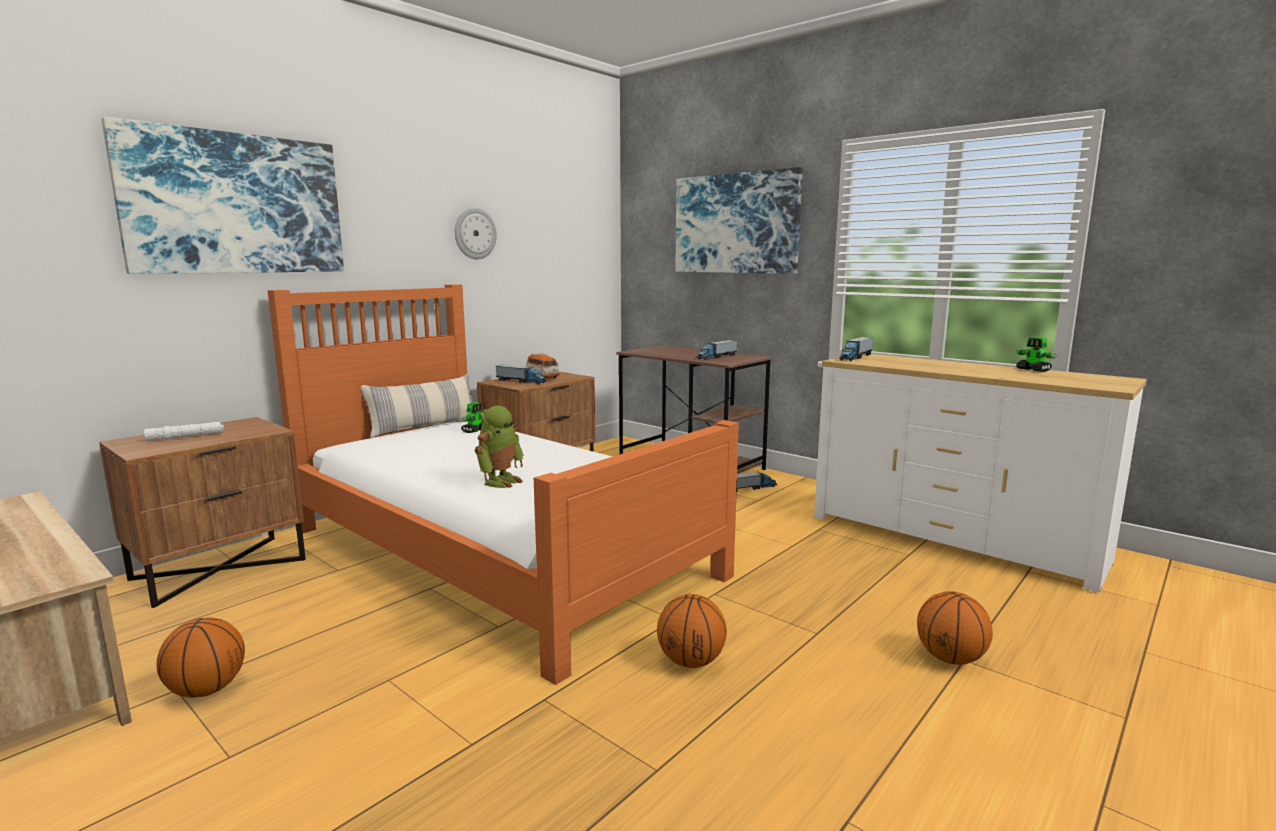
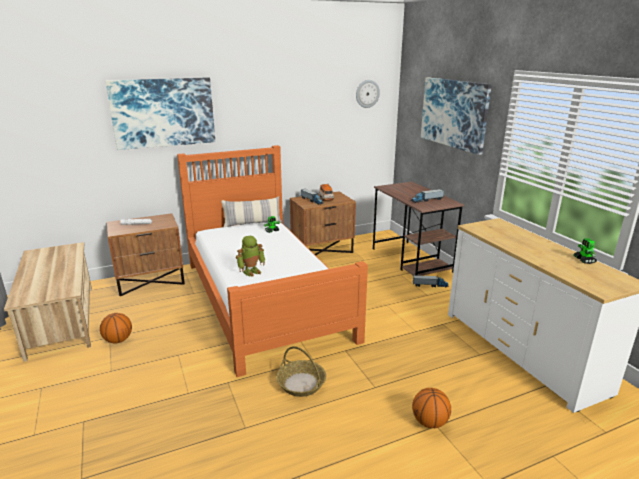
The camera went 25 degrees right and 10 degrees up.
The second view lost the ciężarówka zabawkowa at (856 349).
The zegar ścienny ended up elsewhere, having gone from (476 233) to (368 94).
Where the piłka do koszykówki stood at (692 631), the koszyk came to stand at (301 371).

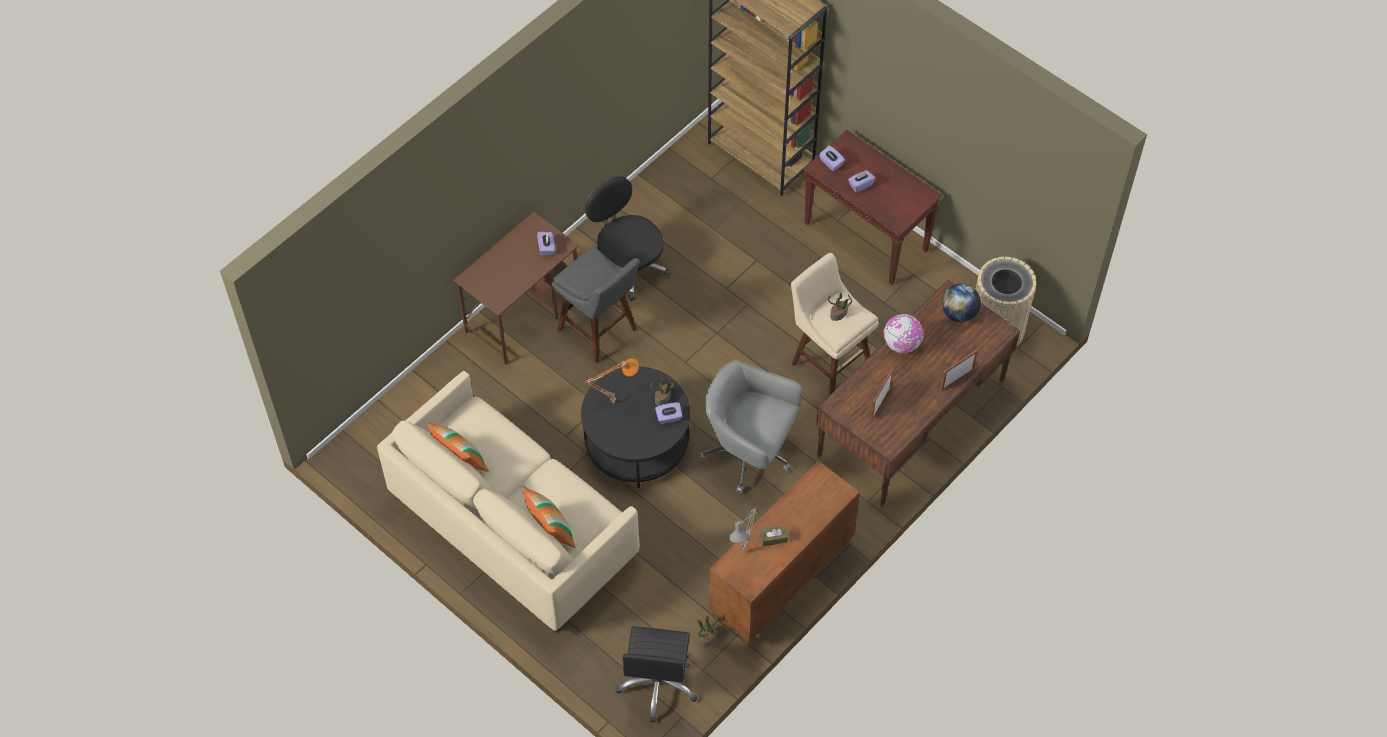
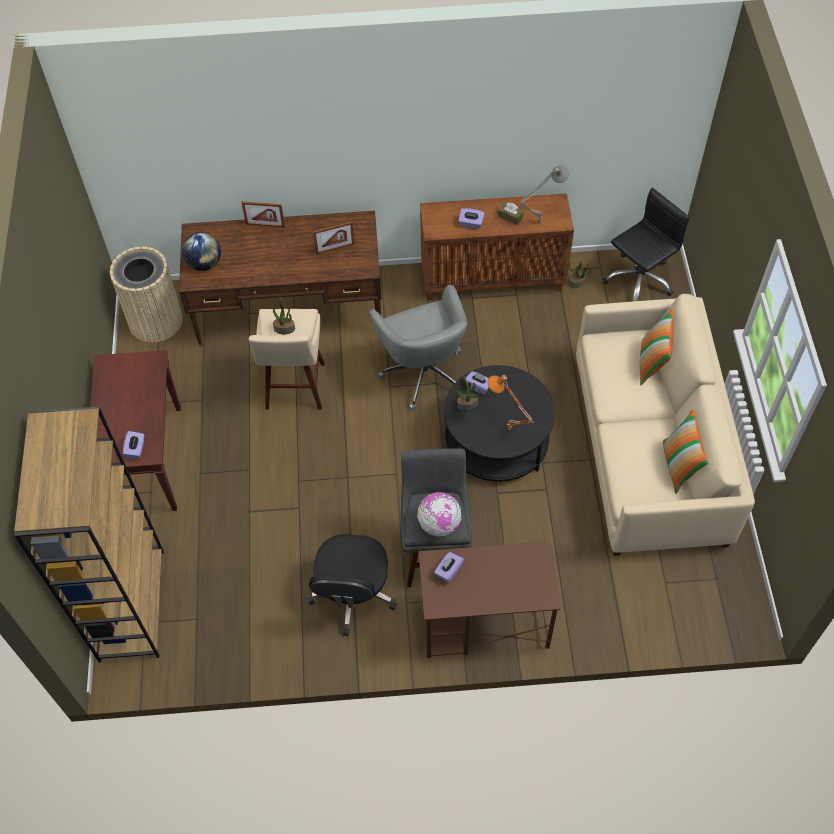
The camera went 135 degrees left and 0 degrees up.
The pudełko chusteczek/fioletowy ended up elsewhere, having gone from (861 181) to (471 218).
The globus ended up elsewhere, having gone from (904 333) to (439 514).

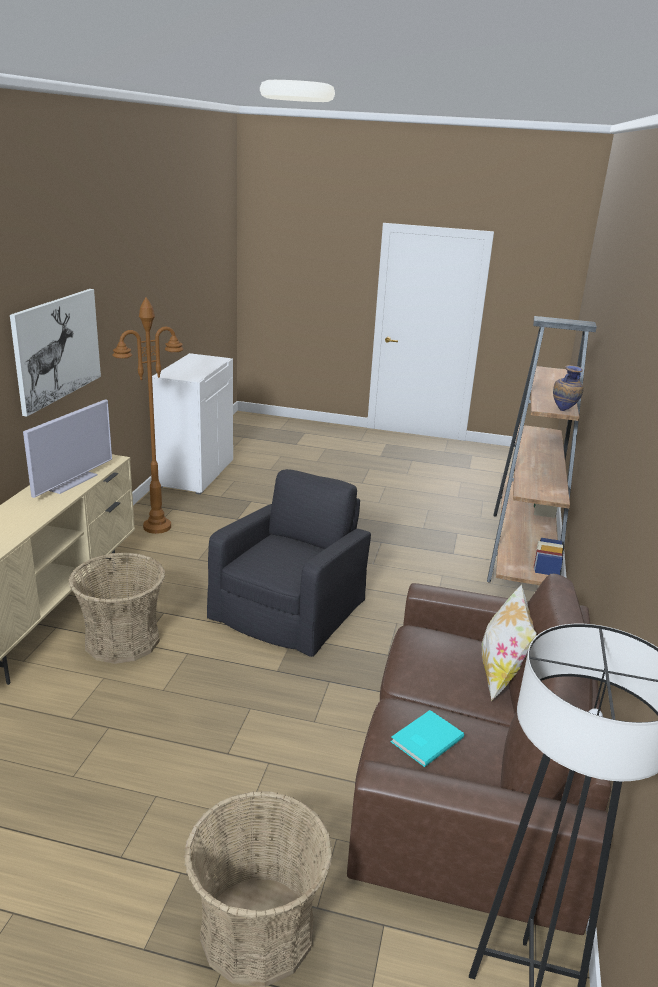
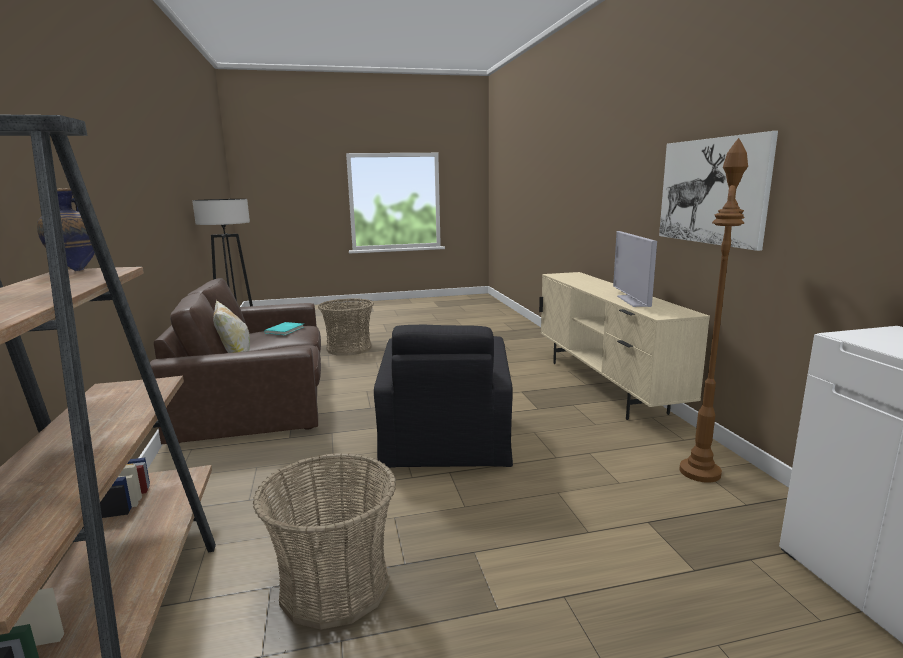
The camera went 155 degrees right and 10 degrees down.
The koszyk ended up elsewhere, having gone from (117 608) to (324 541).

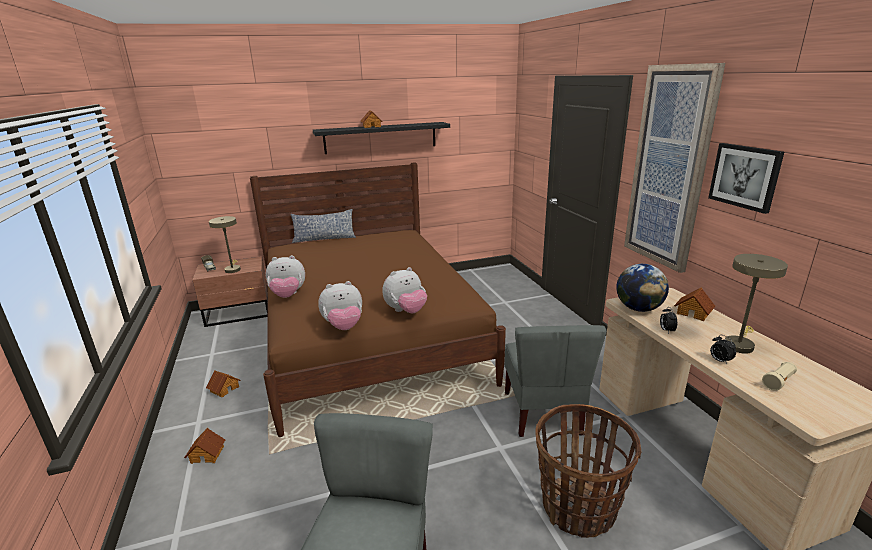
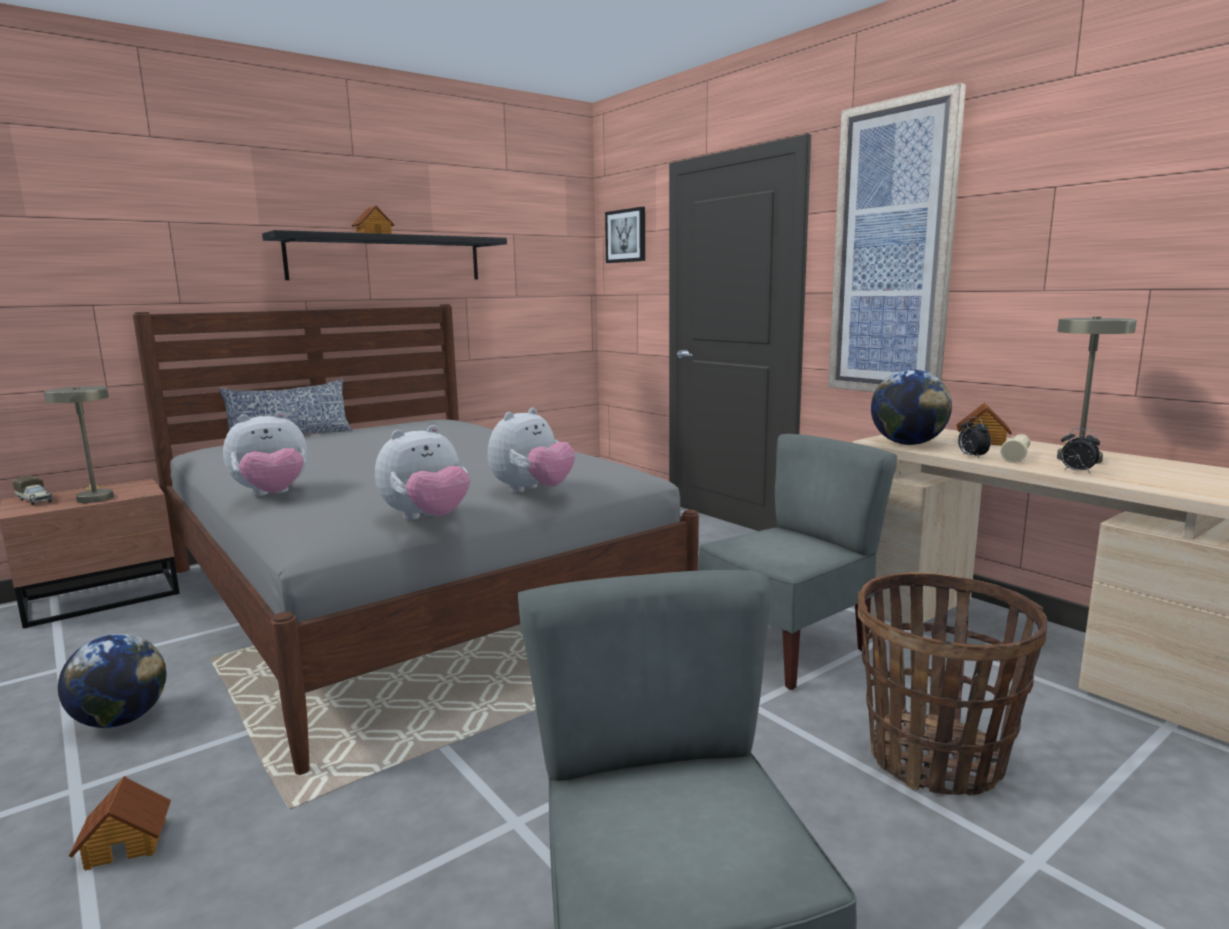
The camera went 20 degrees left and 10 degrees down.
The obraz ended up elsewhere, having gone from (746 178) to (625 235).
The latarka/beżowy ended up elsewhere, having gone from (779 376) to (1015 448).
Where the domek stood at (223 384), the globus came to stand at (112 681).
What was the łóżko/brązowy at (378 300) turned into the łóżko/szary at (416 539).
The krzesło/szary at (555 381) ended up facing another way, 105 degrees counterclockwise from before.

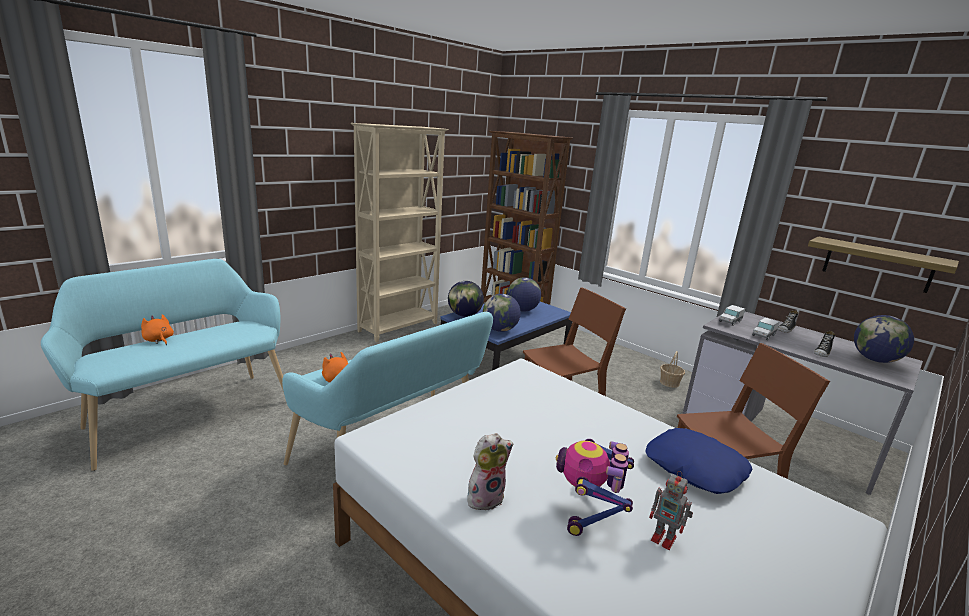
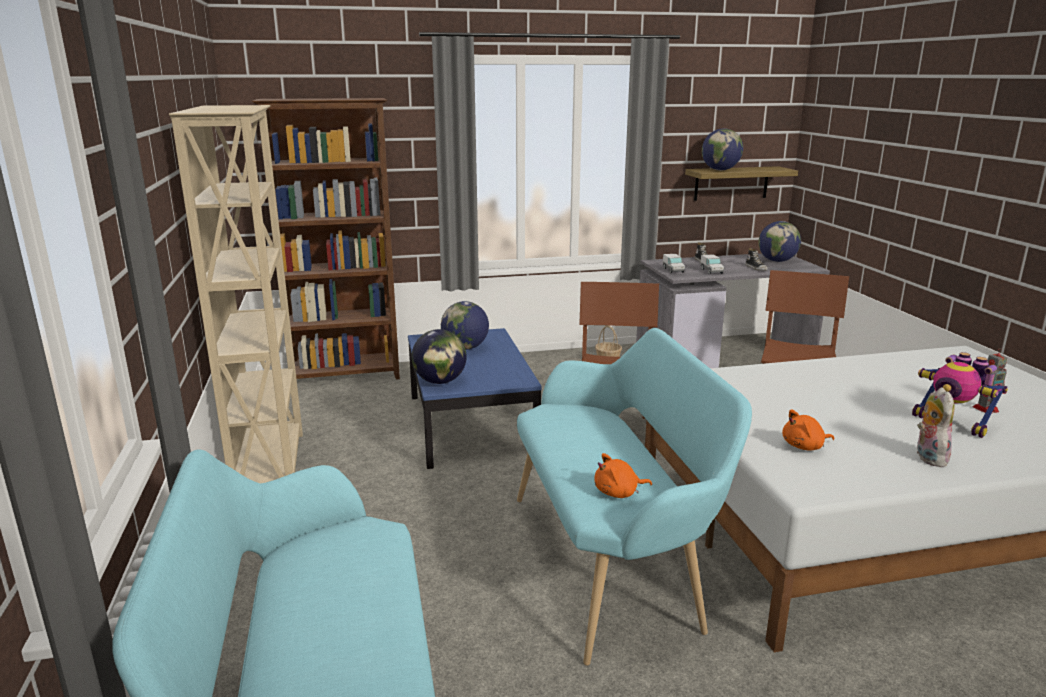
The camera went 55 degrees left and 0 degrees up.
The second view lost the poduszka/niebieski at (699 461).
The pluszak/pomarańczowy ended up elsewhere, having gone from (157 329) to (808 430).
The globus ended up elsewhere, having gone from (502 313) to (722 149).

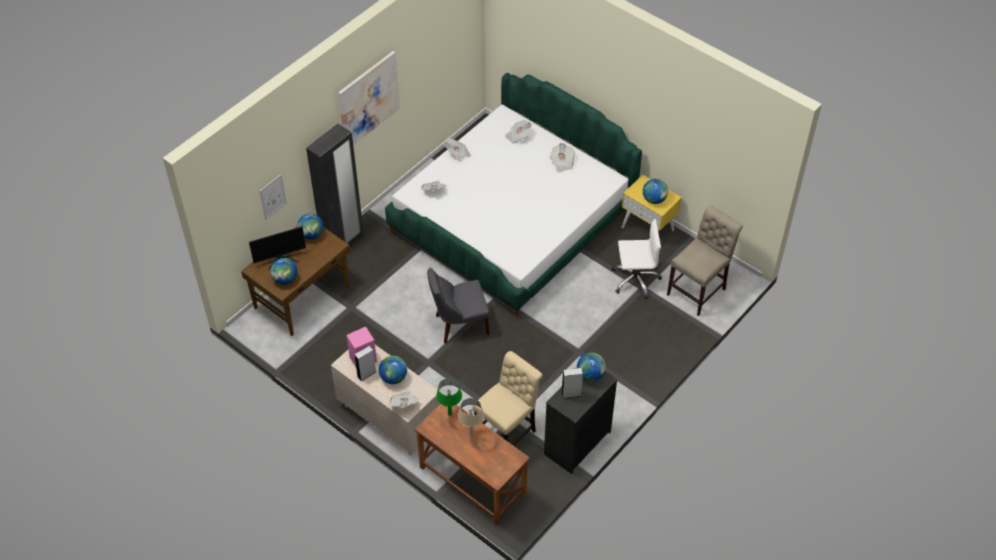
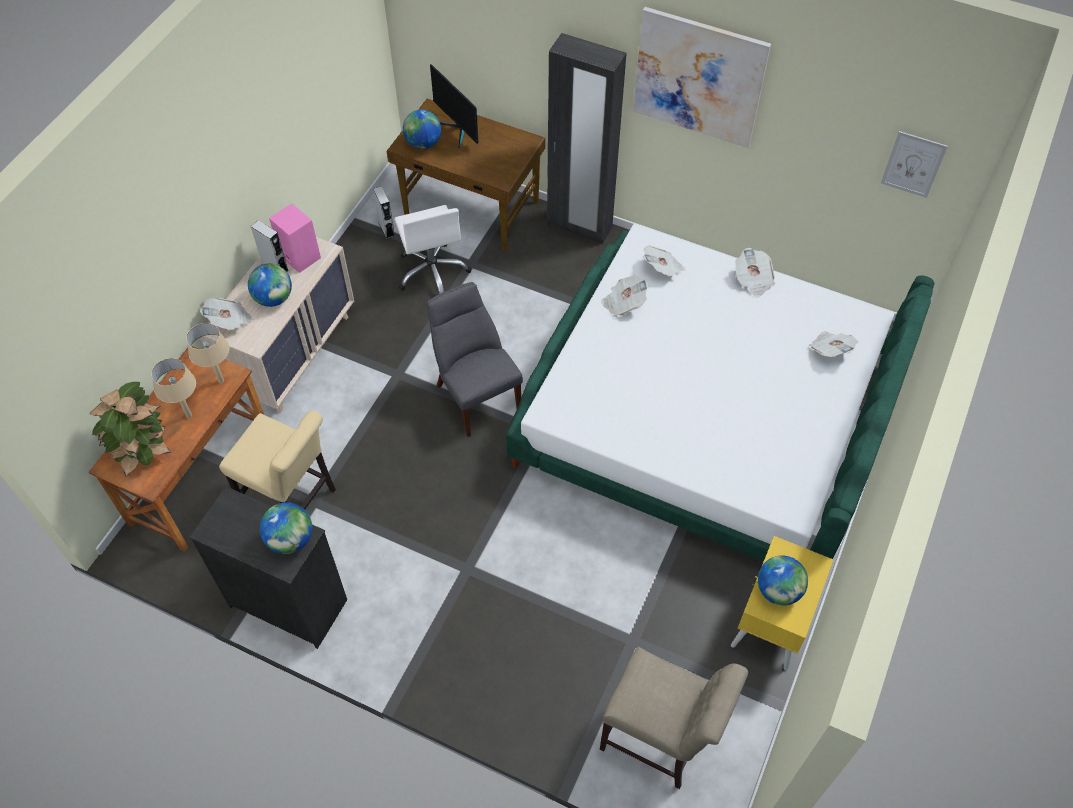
The camera went 75 degrees right and 5 degrees up.
The second view lost the globus at (310 226).
The second view gained the roślina doniczkowa at (130 429).
The obraz ended up elsewhere, having gone from (273 197) to (914 164).
The gazeta ended up elsewhere, having gone from (562 157) to (625 296).
The głośnik/szary ended up elsewhere, having gone from (572 383) to (384 212).
The krzesło biurowe/biały ended up elsewhere, having gone from (637 259) to (432 249).
What was the lampa stołowa/zielony at (449 397) turned into the lampa stołowa/beżowy at (207 353).

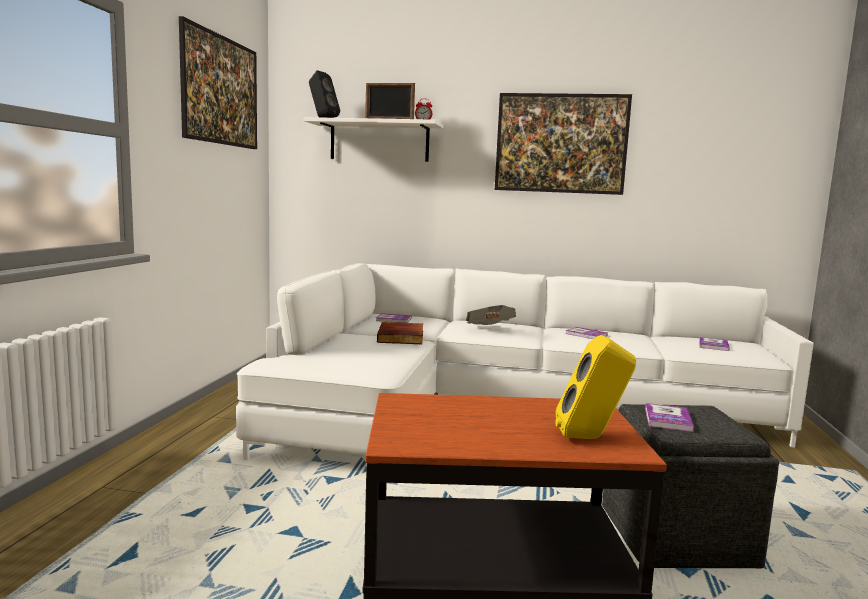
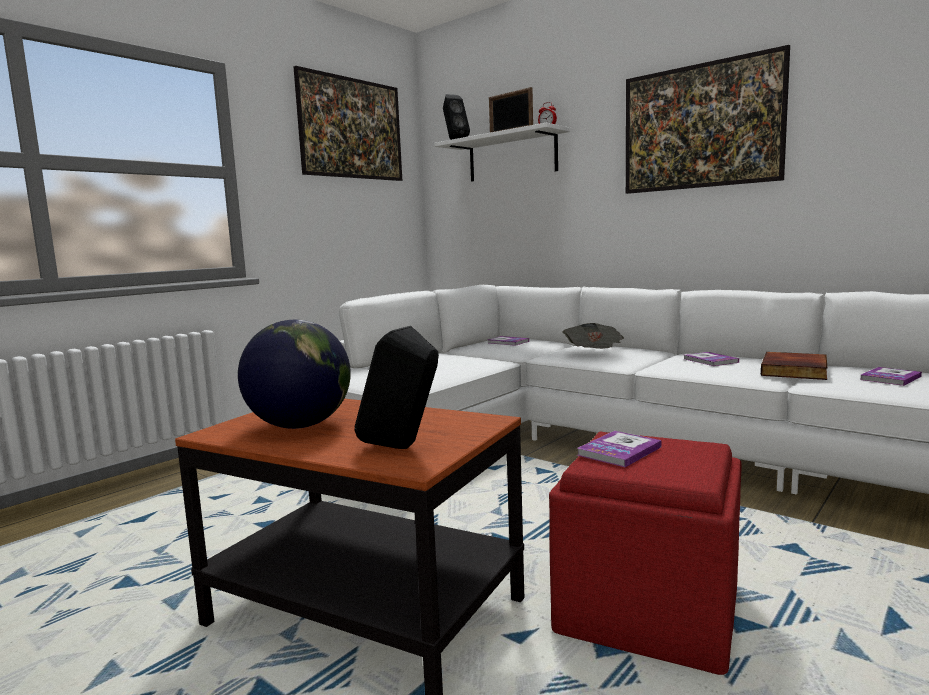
The camera went 30 degrees right and 0 degrees up.
The second view gained the globus at (294 374).
The książka ended up elsewhere, having gone from (400 333) to (794 366).
What was the głośnik/żółty at (596 387) turned into the głośnik/czarny at (396 387).
What was the pufa/szary at (690 486) turned into the pufa/czerwony at (645 553).

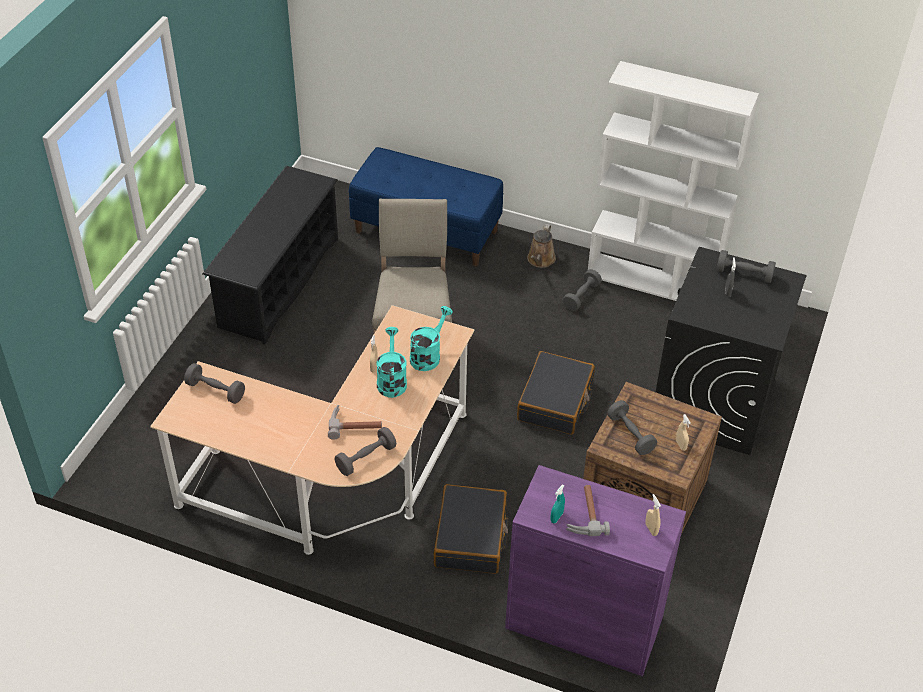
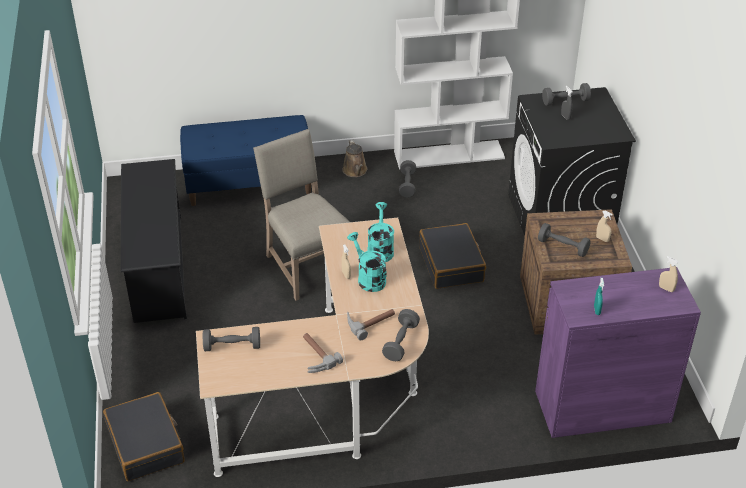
The camera went 30 degrees left and 5 degrees down.
The walizka/czarny ended up elsewhere, having gone from (471 529) to (143 436).
The młotek ended up elsewhere, having gone from (588 510) to (323 353).

